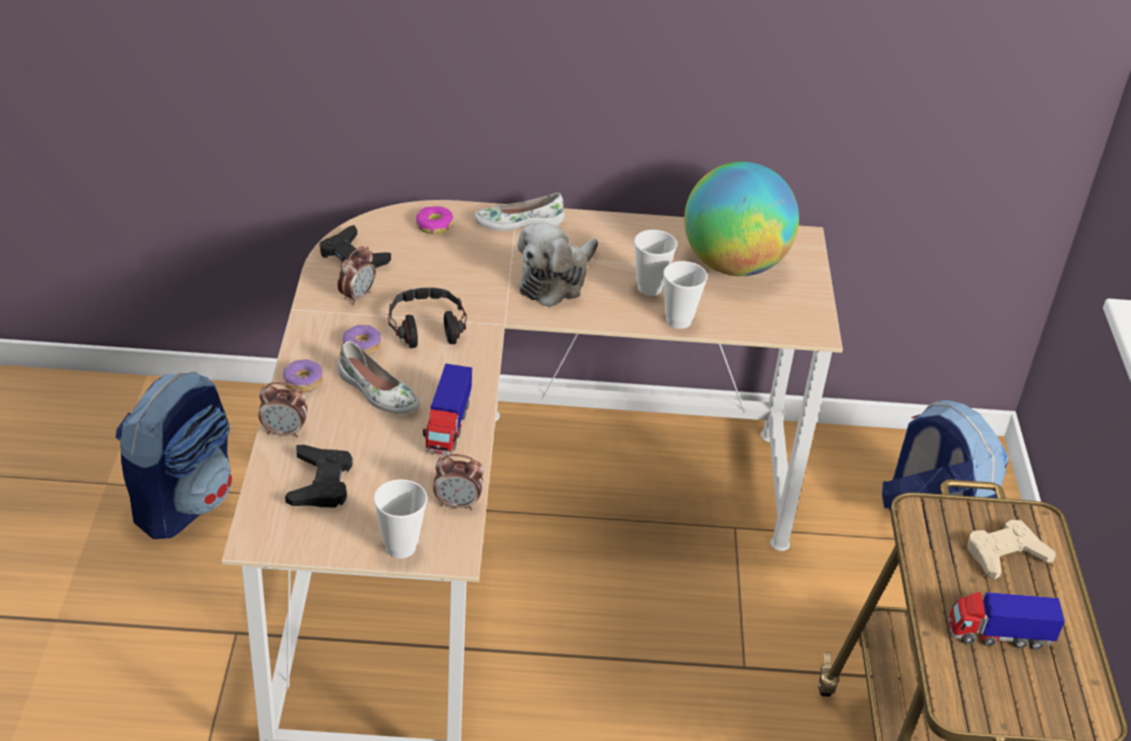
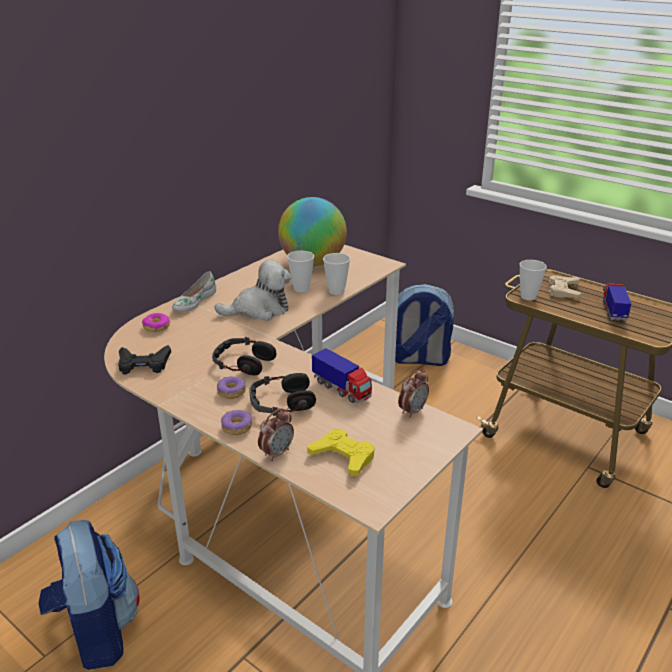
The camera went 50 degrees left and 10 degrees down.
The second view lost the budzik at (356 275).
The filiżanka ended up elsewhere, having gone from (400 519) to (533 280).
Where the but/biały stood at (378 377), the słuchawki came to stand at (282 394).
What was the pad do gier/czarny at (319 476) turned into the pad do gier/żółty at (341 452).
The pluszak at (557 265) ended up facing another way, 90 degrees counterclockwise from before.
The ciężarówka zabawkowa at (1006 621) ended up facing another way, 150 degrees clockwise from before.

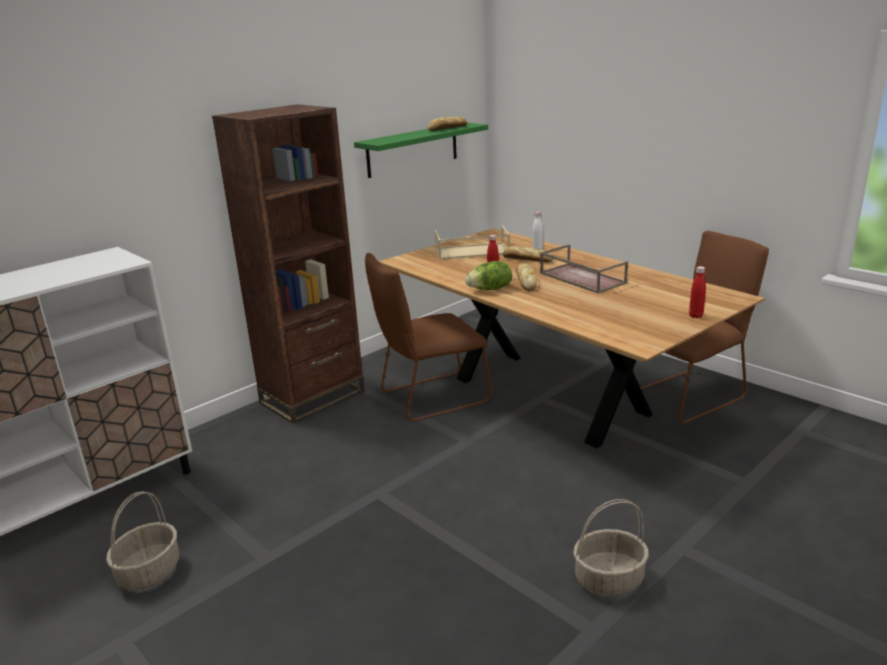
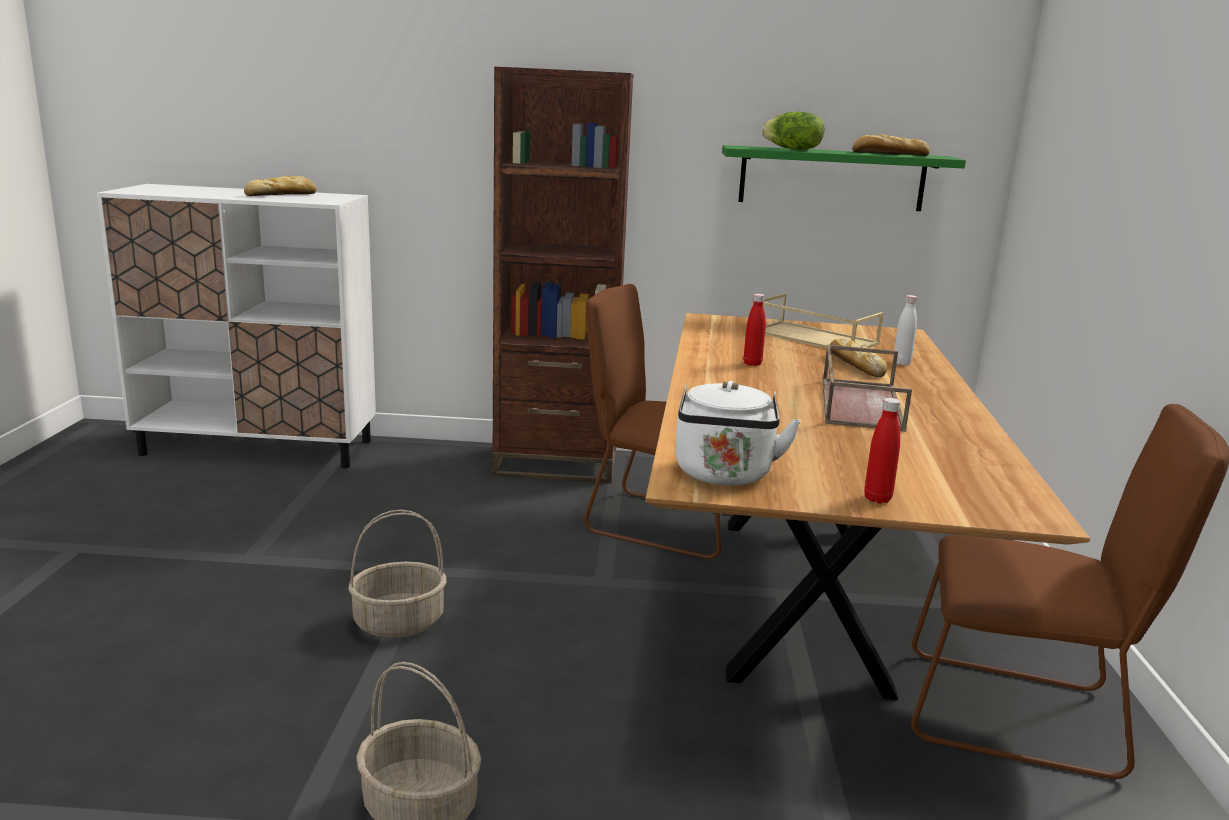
The camera went 45 degrees right and 5 degrees down.
The second view gained the czajnik/biały at (738 433).
The koszyk ended up elsewhere, having gone from (142 540) to (397 574).
The sałata ended up elsewhere, having gone from (488 275) to (793 131).
The chleb ended up elsewhere, having gone from (526 277) to (280 186).

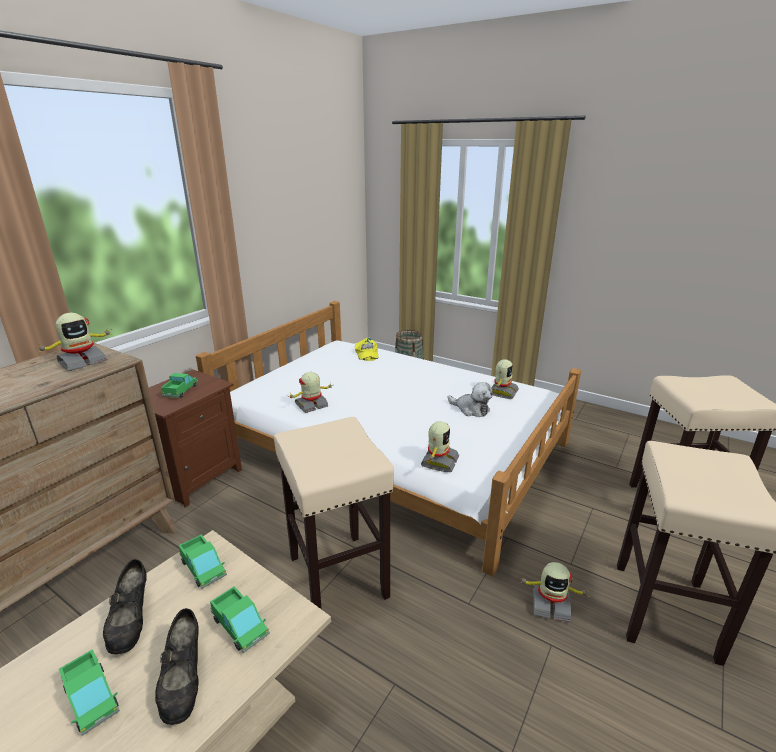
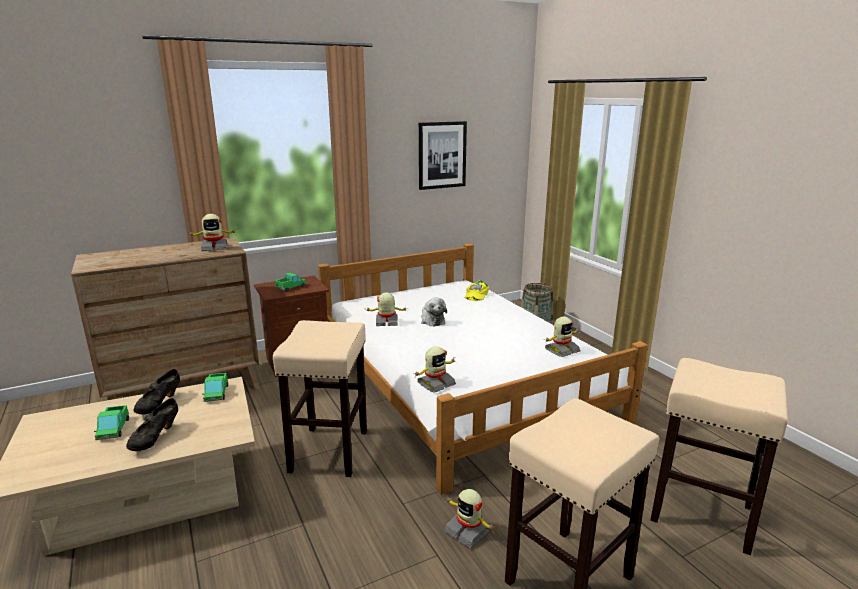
The camera went 30 degrees right and 5 degrees down.
The second view lost the ciężarówka zabawkowa at (240 619).
The second view gained the obraz at (443 155).
The pluszak ended up elsewhere, having gone from (470 399) to (434 312).

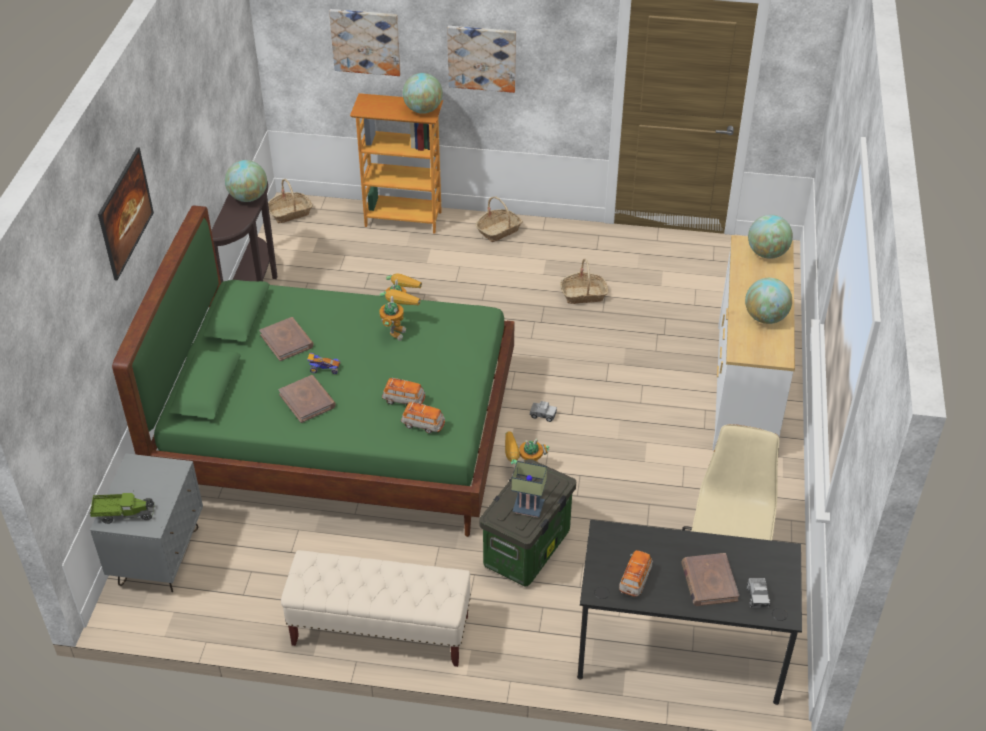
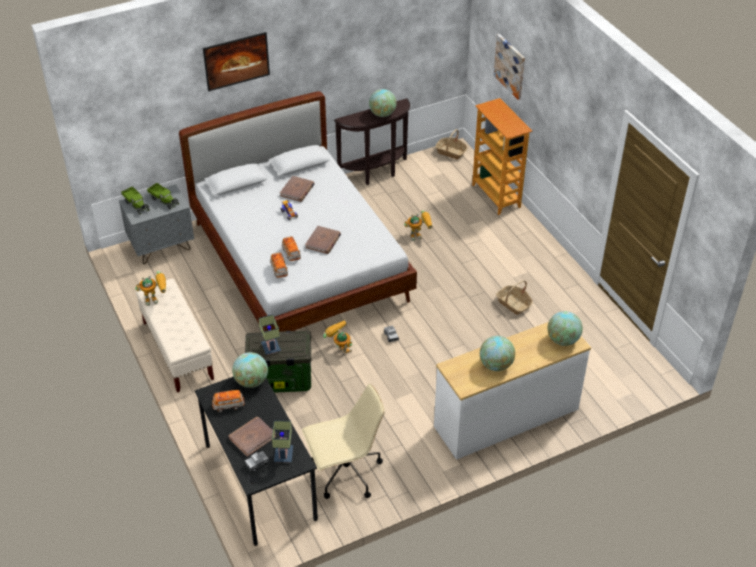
The camera went 55 degrees right and 0 degrees up.
The second view lost the obraz at (481 59).
The second view lost the koszyk at (499 219).
The second view gained the ciężarówka zabawkowa at (163 196).
The second view gained the lampa stołowa at (282 441).
The książka/brązowy ended up elsewhere, having gone from (307 399) to (323 240).
The robot zabawkowy ended up elsewhere, having gone from (400 315) to (150 288).
The globus ended up elsewhere, having gone from (423 93) to (250 370).
What was the łóżko/zielony at (313 371) turned into the łóżko/biały at (298 211).

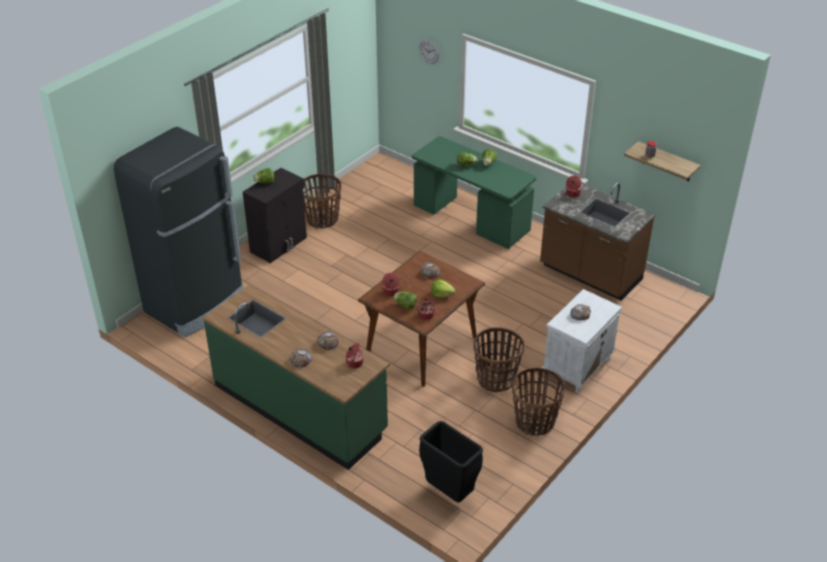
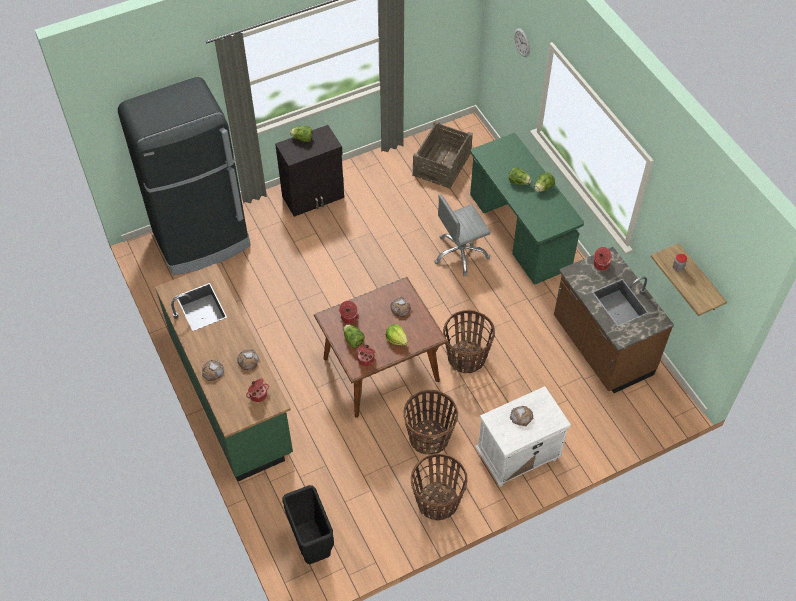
The camera went 25 degrees right and 15 degrees up.
The second view gained the skrzynka at (442 155).
The second view gained the krzesło biurowe/szary at (462 235).
The koszyk ended up elsewhere, having gone from (322 201) to (469 341).

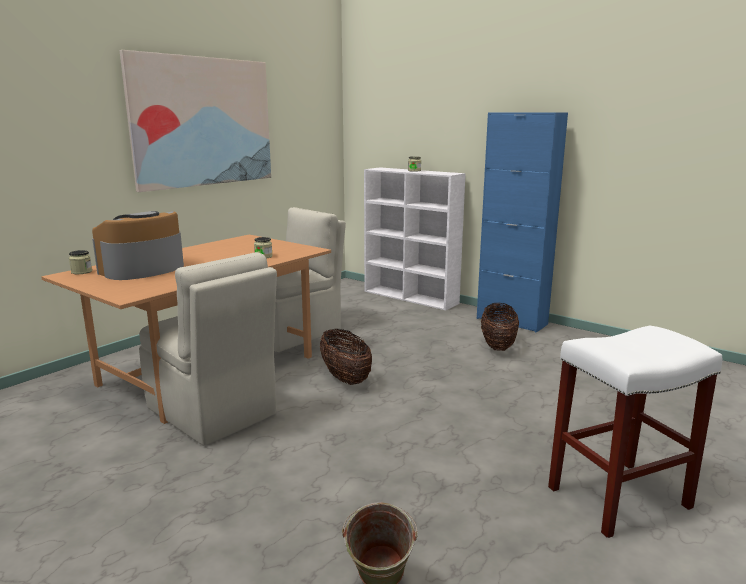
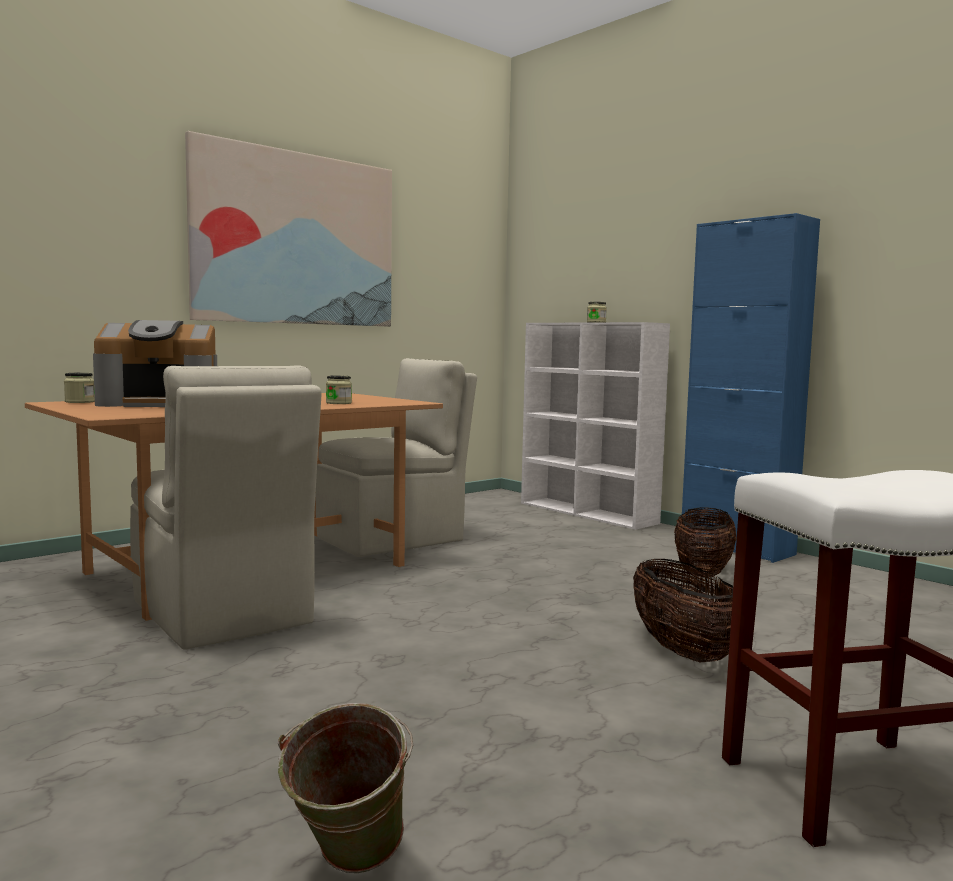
The camera went 10 degrees right and 10 degrees down.
The koszyk ended up elsewhere, having gone from (346 357) to (683 610).
The ekspres do kawy at (138 245) ended up facing another way, 150 degrees counterclockwise from before.

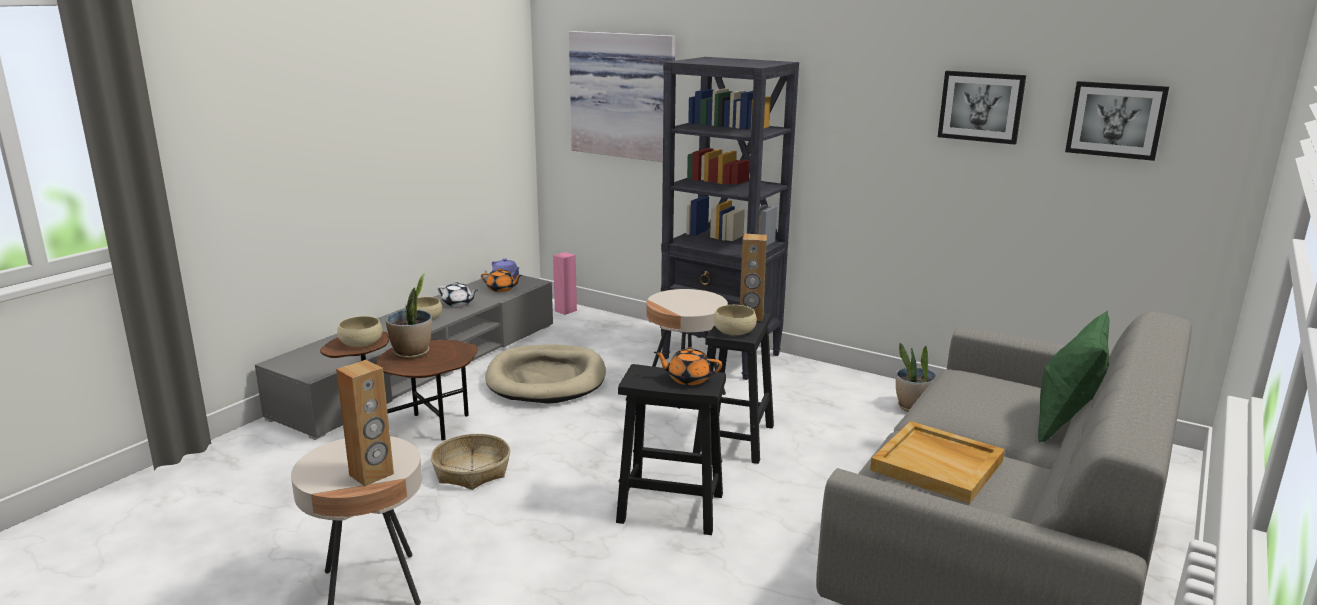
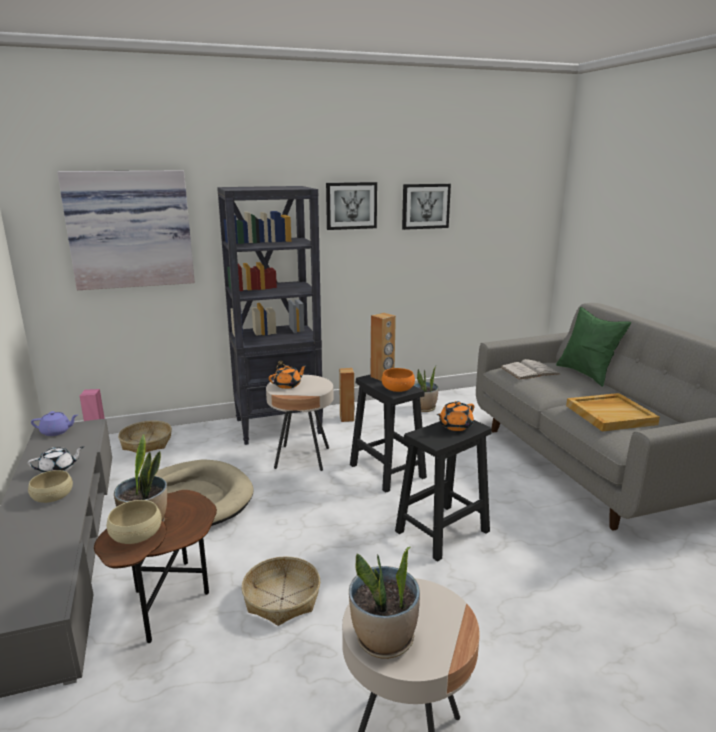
The camera went 50 degrees left and 0 degrees up.
The second view gained the koszyk at (145 437).
The second view gained the roślina doniczkowa at (384 602).
The second view gained the książka/biały at (530 369).
The głośnik/brązowy ended up elsewhere, having gone from (365 423) to (347 395).
The imbryk/pomarańczowy ended up elsewhere, having gone from (501 280) to (288 377).
The obraz ended up elsewhere, having gone from (1117 121) to (351 206).
What was the miska/beżowy at (735 320) turned into the miska/pomarańczowy at (398 380).

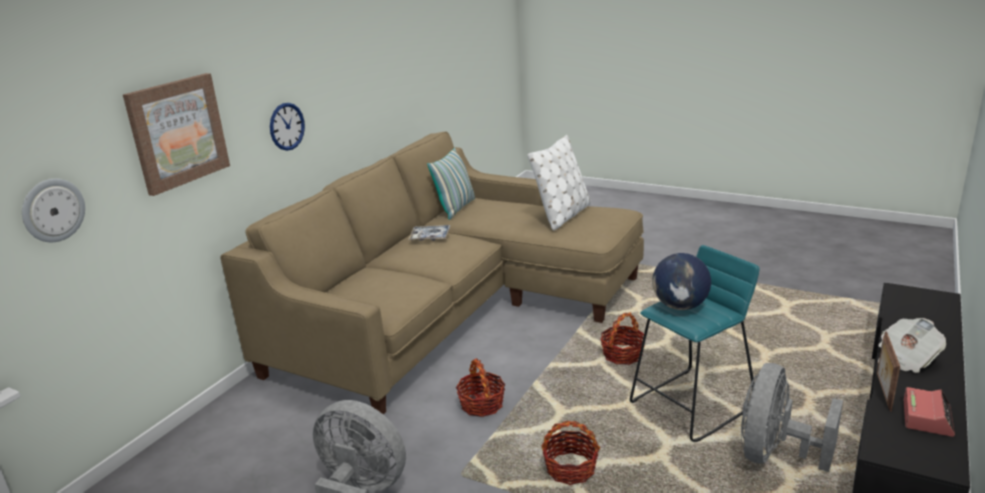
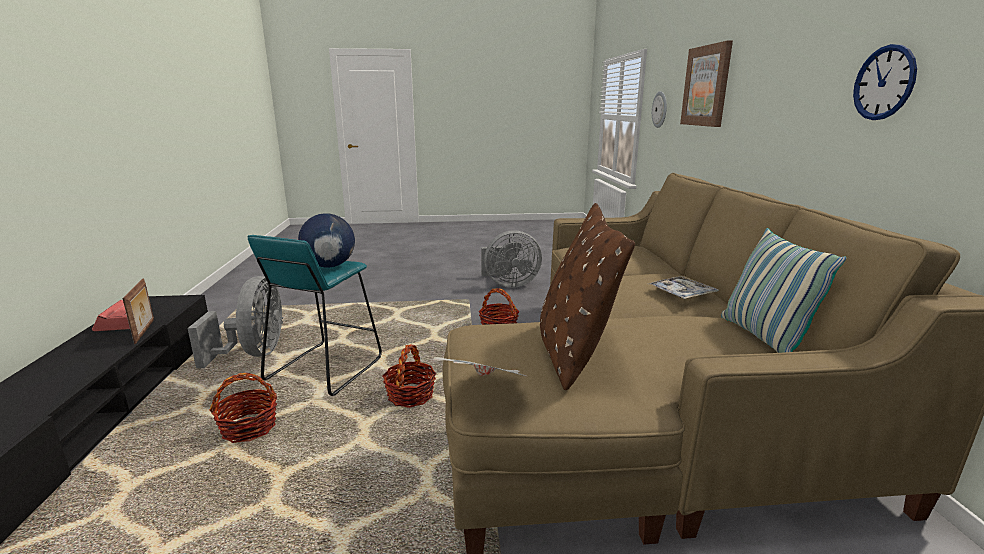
The camera went 145 degrees right and 5 degrees down.
The zegar ścienny ended up elsewhere, having gone from (287 127) to (885 82).
The koszyk ended up elsewhere, having gone from (570 453) to (243 408).
The gazeta ended up elsewhere, having gone from (912 345) to (480 367).
What was the poduszka/biały at (559 182) turned into the poduszka/brązowy at (587 296).

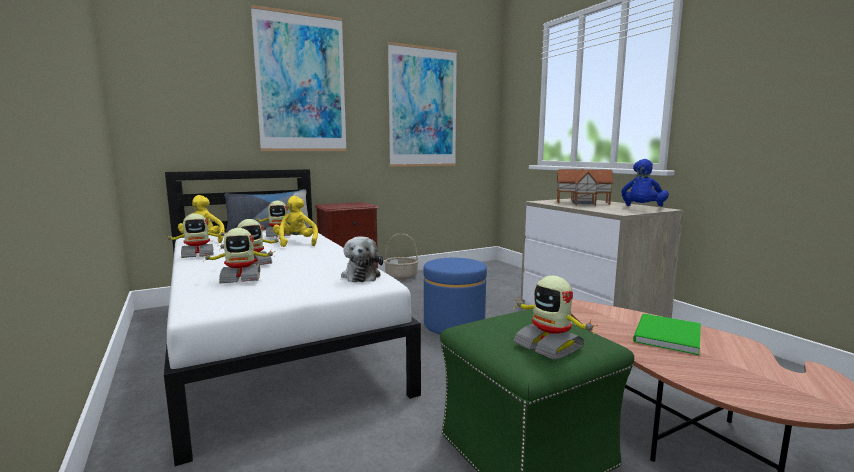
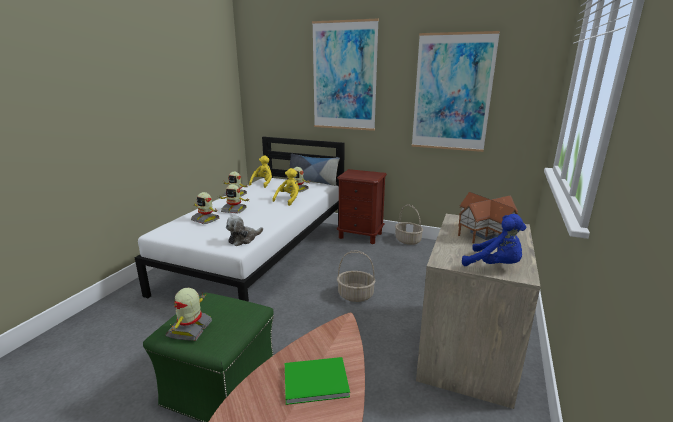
The camera went 50 degrees right and 10 degrees up.
Where the pufa/niebieski stood at (455 296), the koszyk came to stand at (356 276).
The pluszak/niebieski at (645 182) ended up facing another way, 135 degrees counterclockwise from before.

